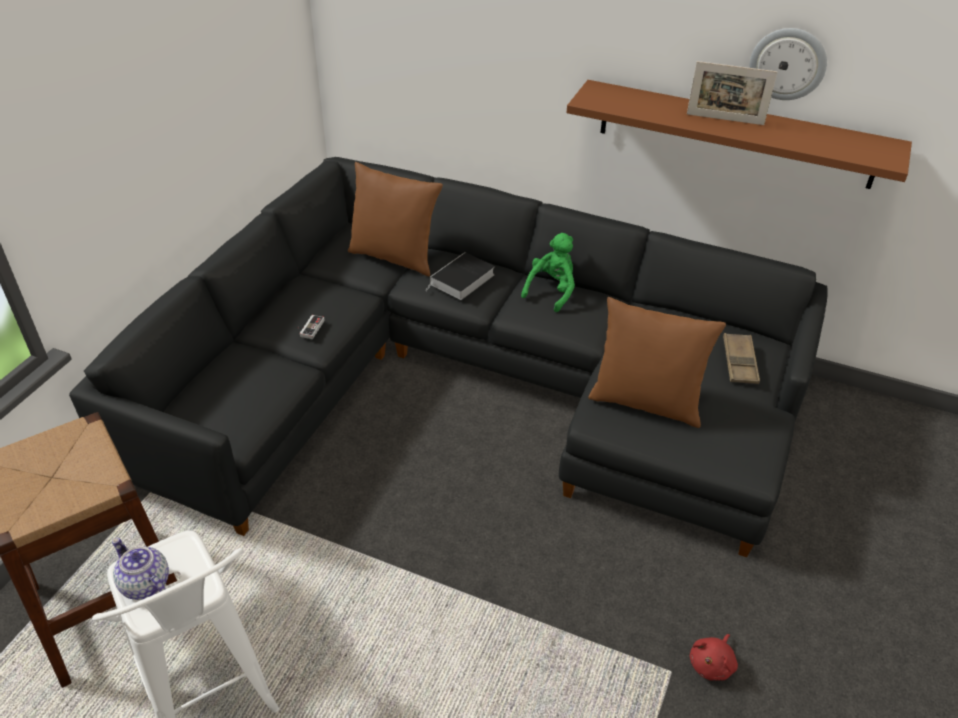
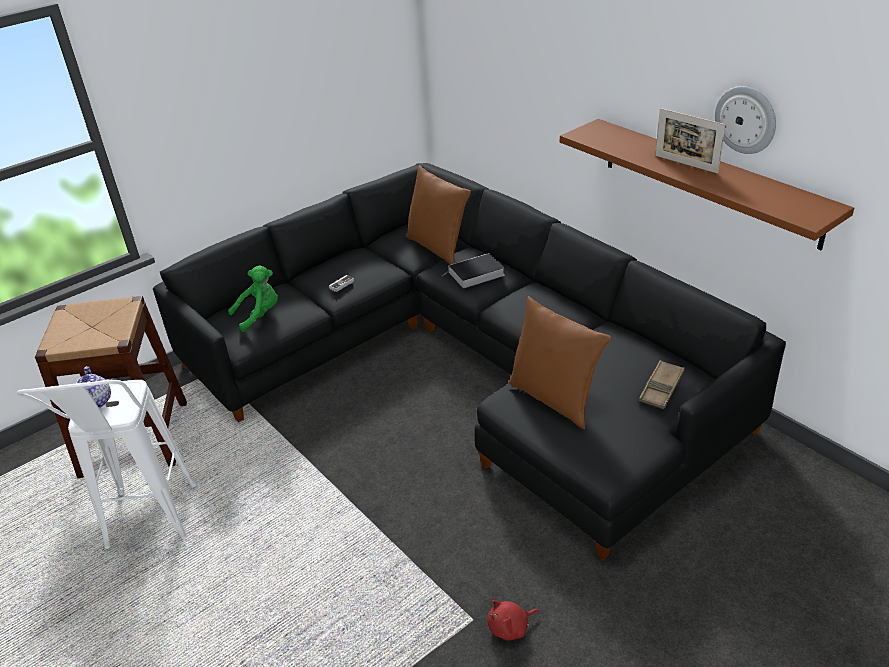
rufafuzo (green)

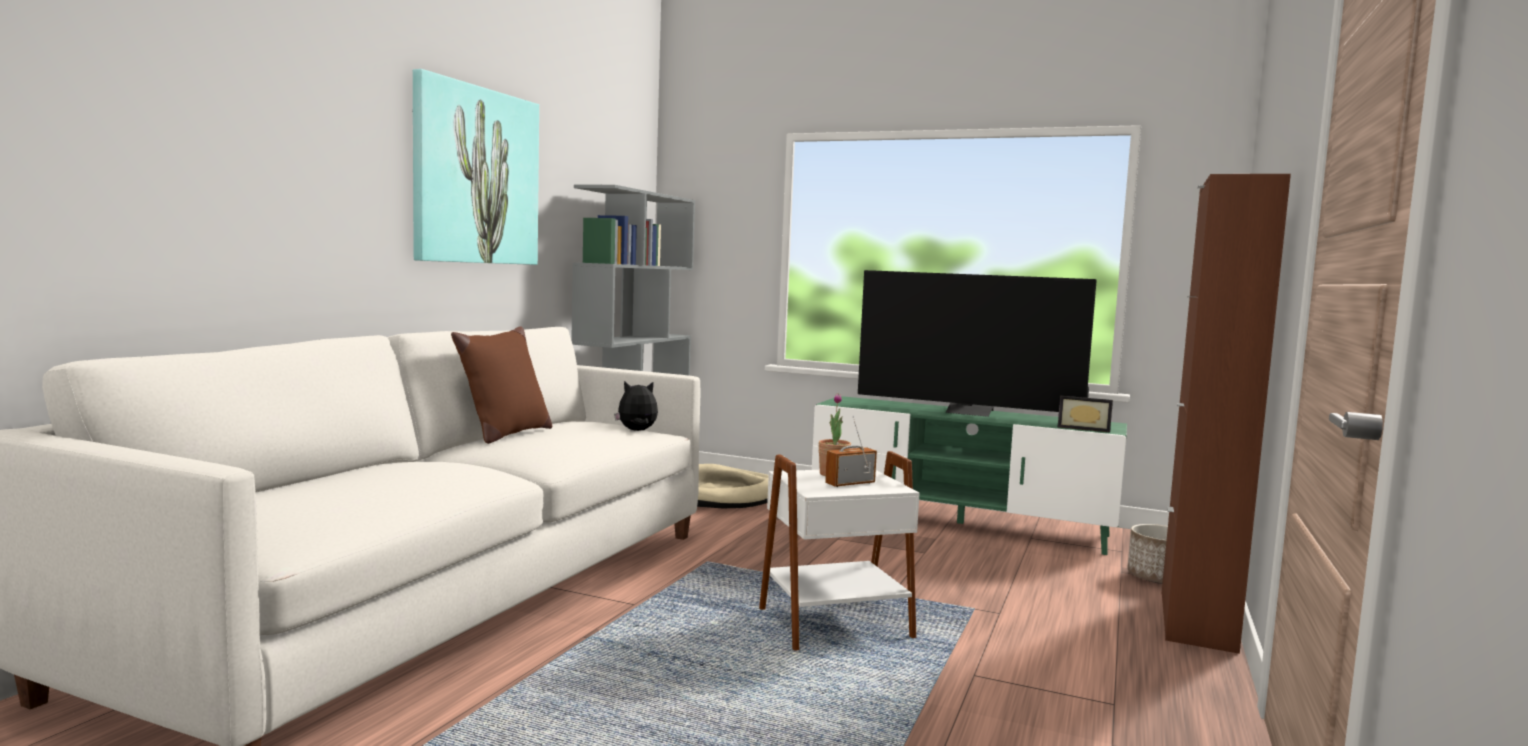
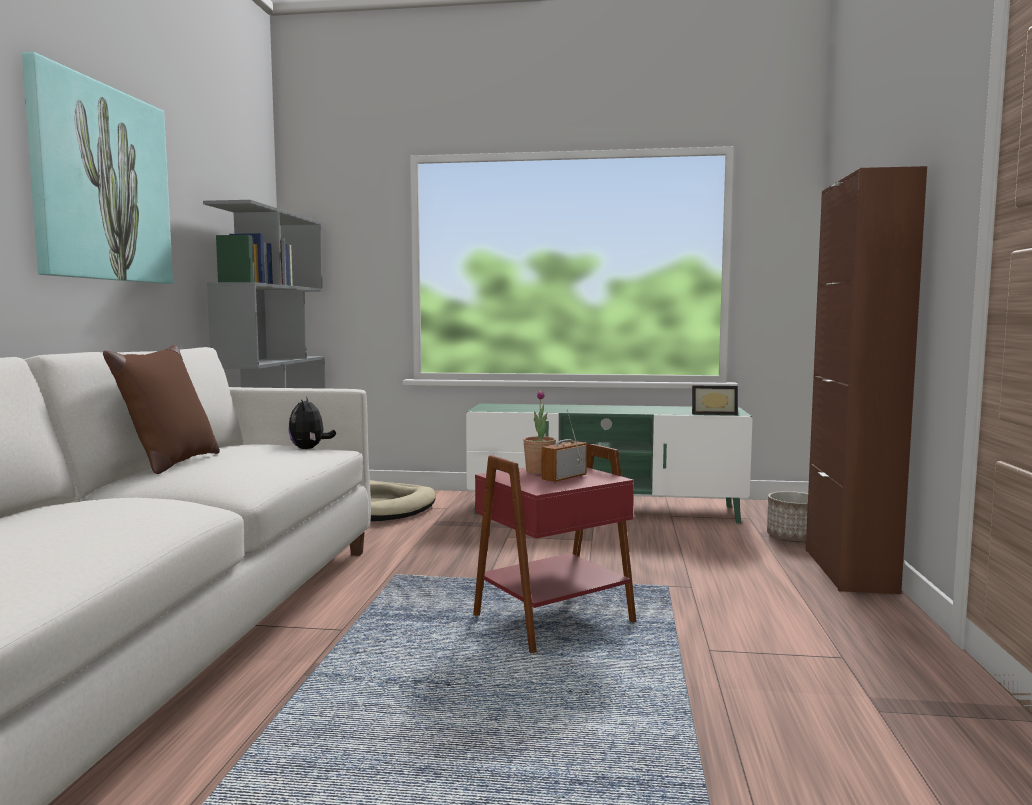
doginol
rufafuzo
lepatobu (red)

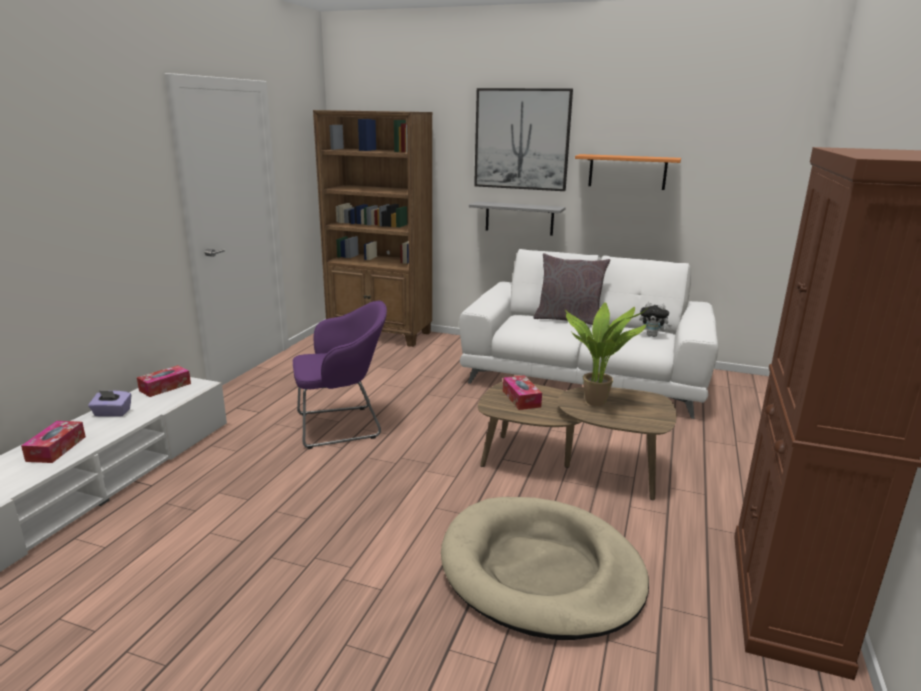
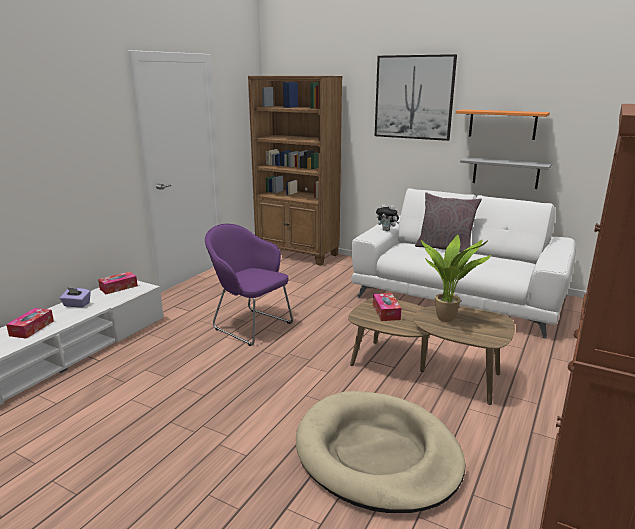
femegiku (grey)
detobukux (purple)
rufafuzo

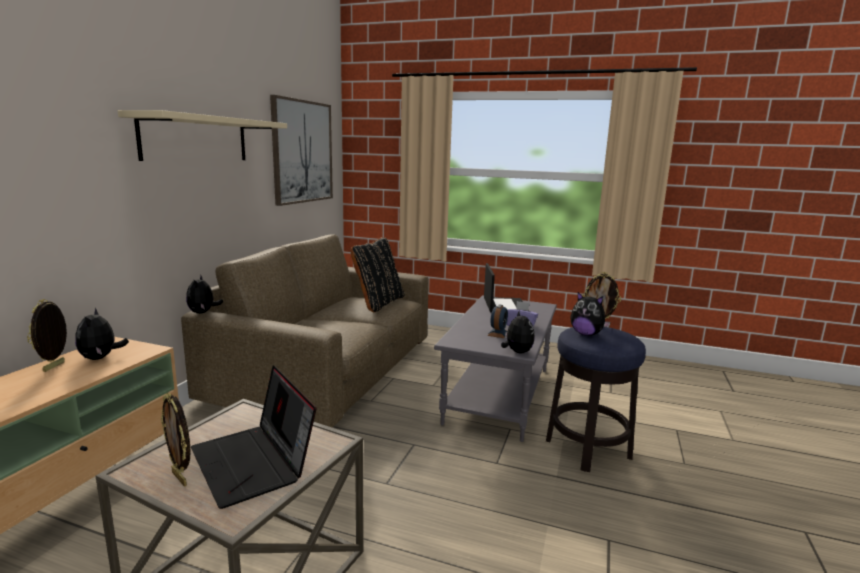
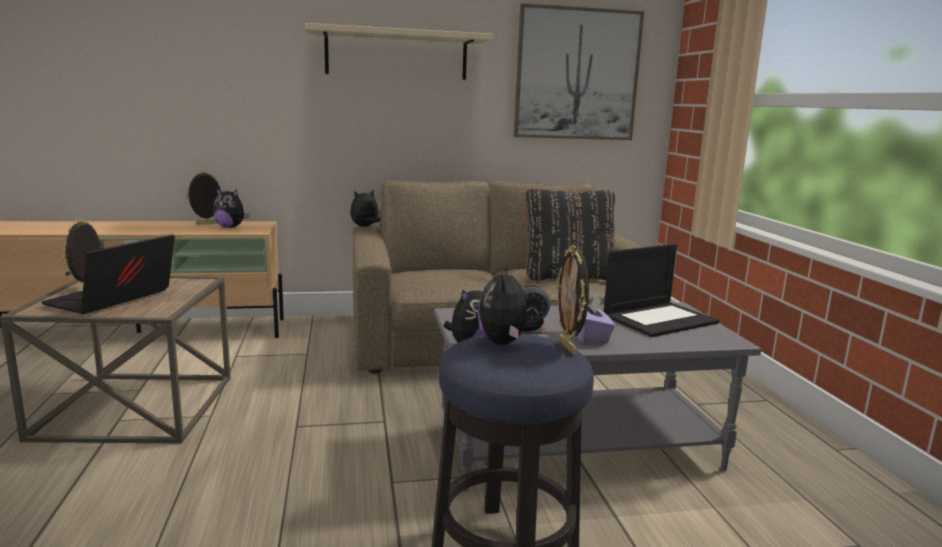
rufafuzo (1st from left)

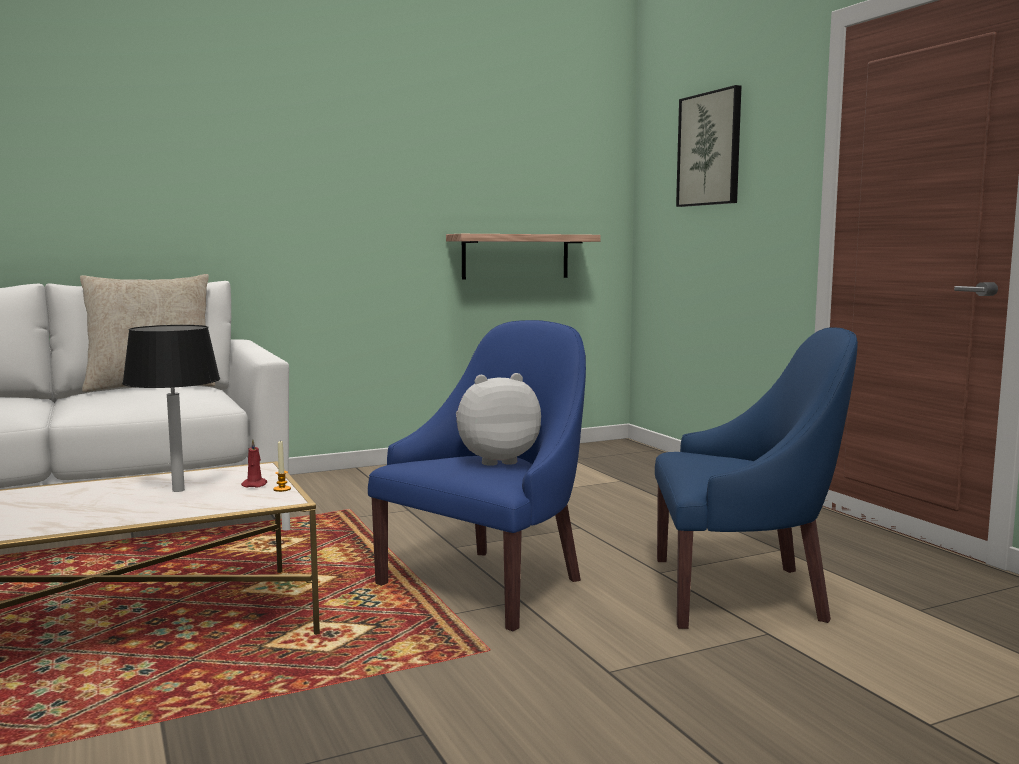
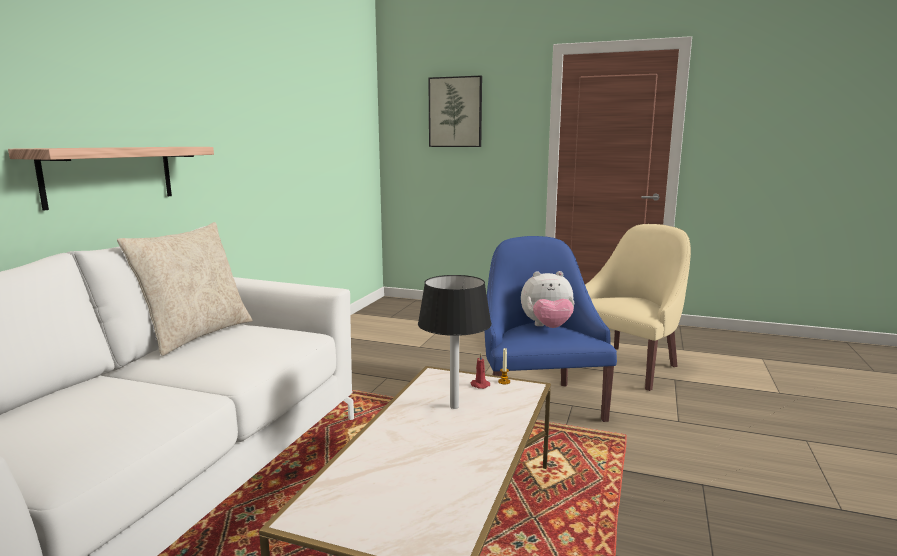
femegiku
detobukux (beige)
rufafuzo

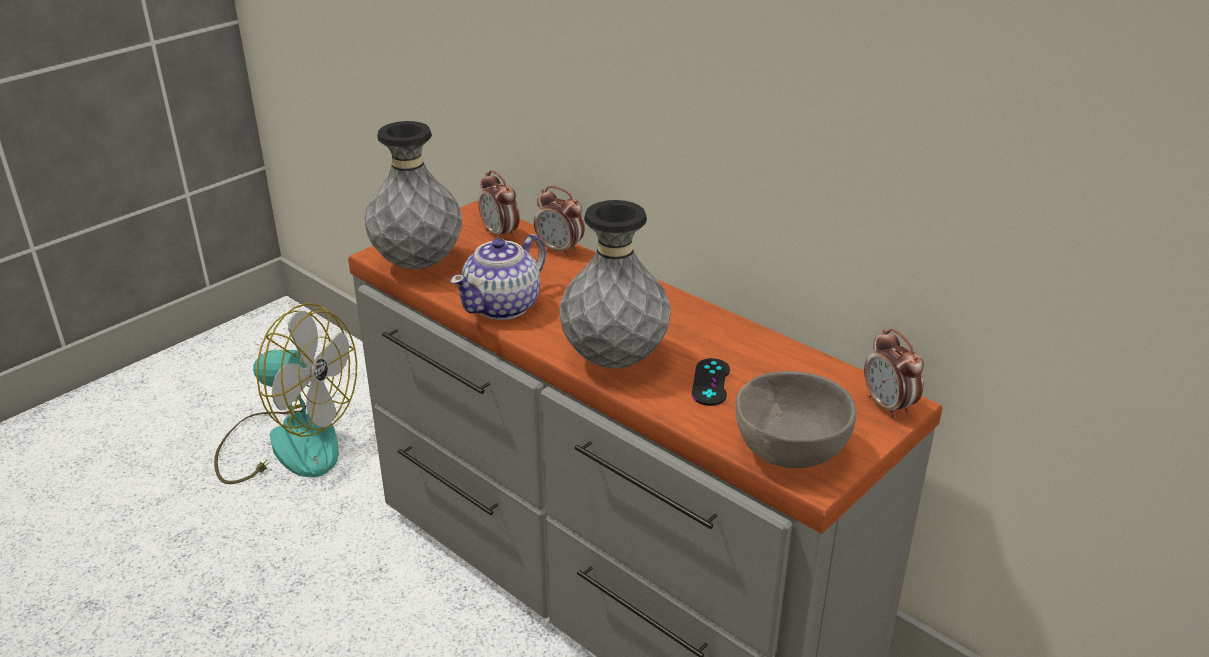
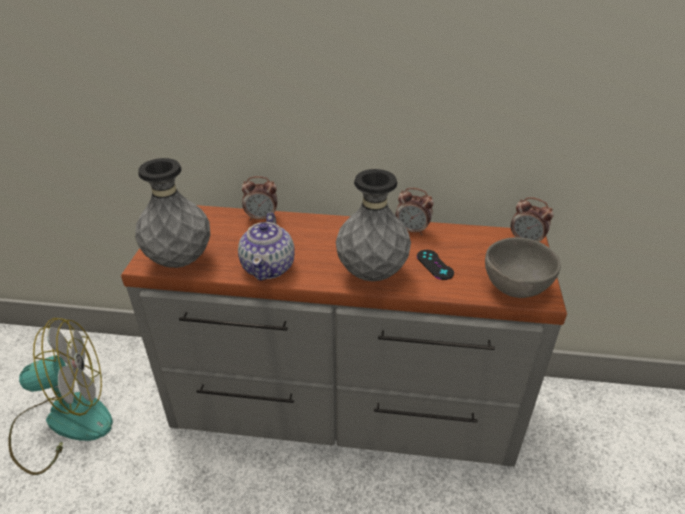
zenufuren (2nd from left)

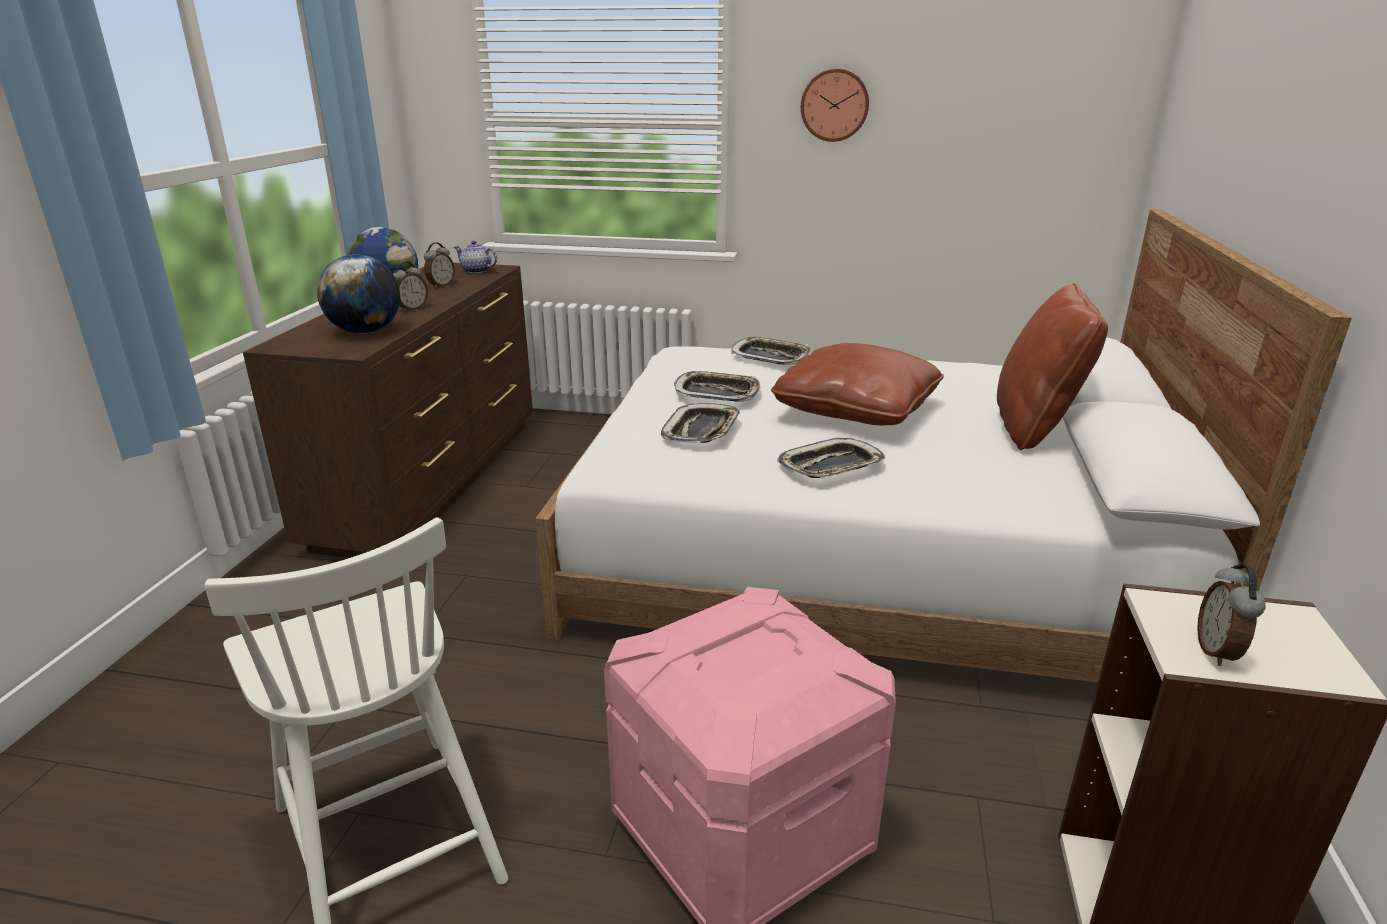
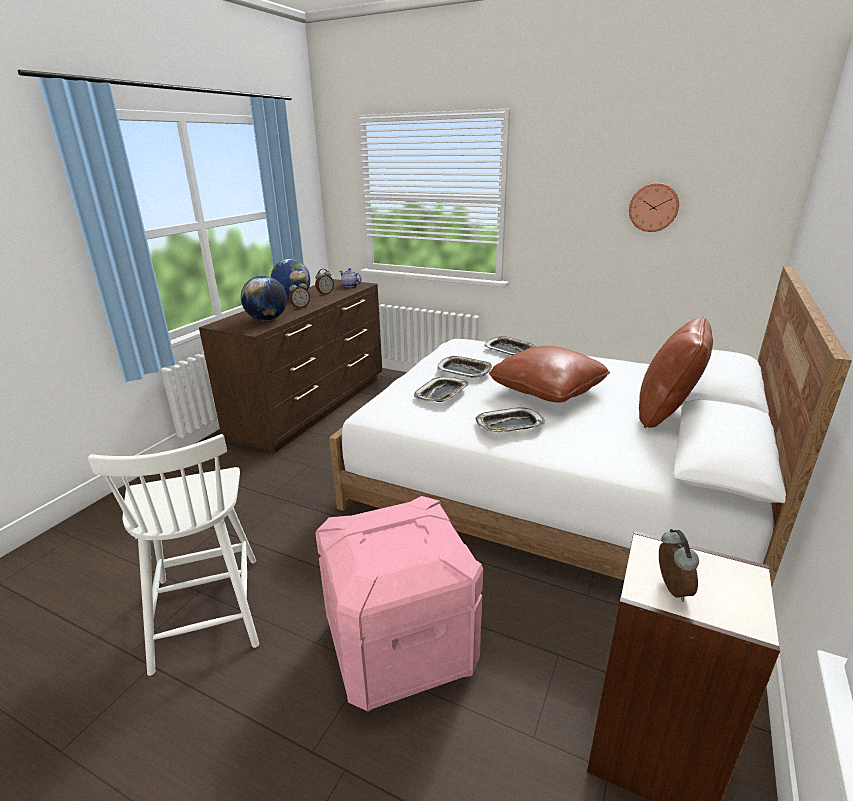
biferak
zenufuren (3rd from left)

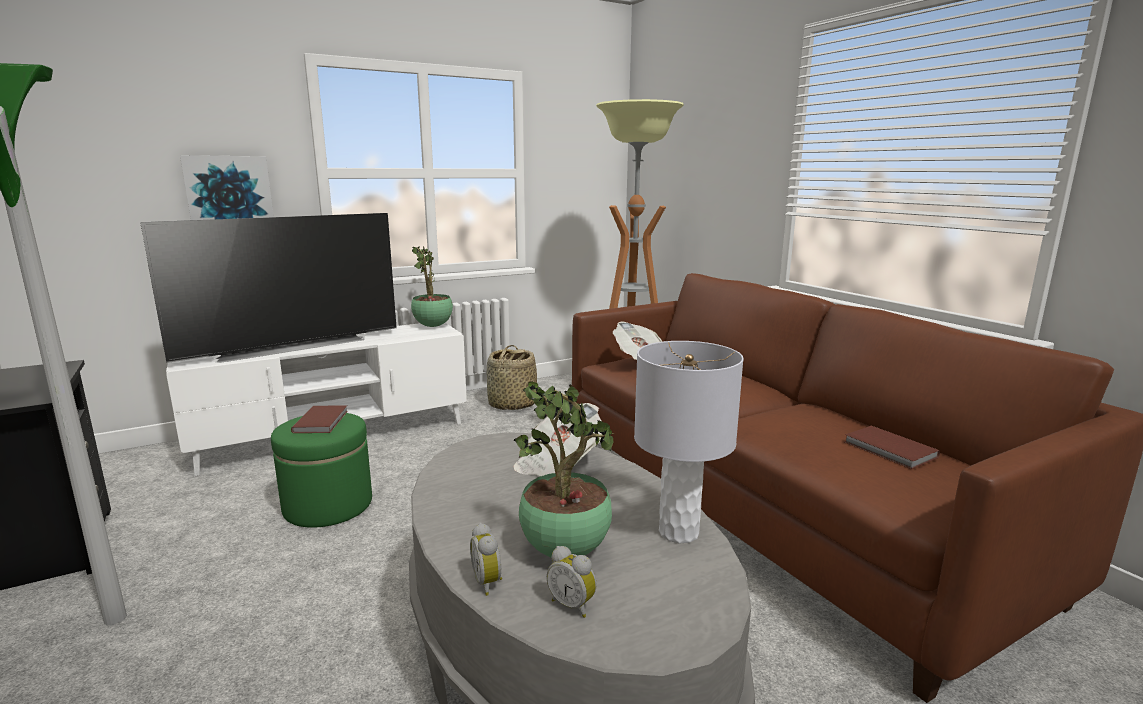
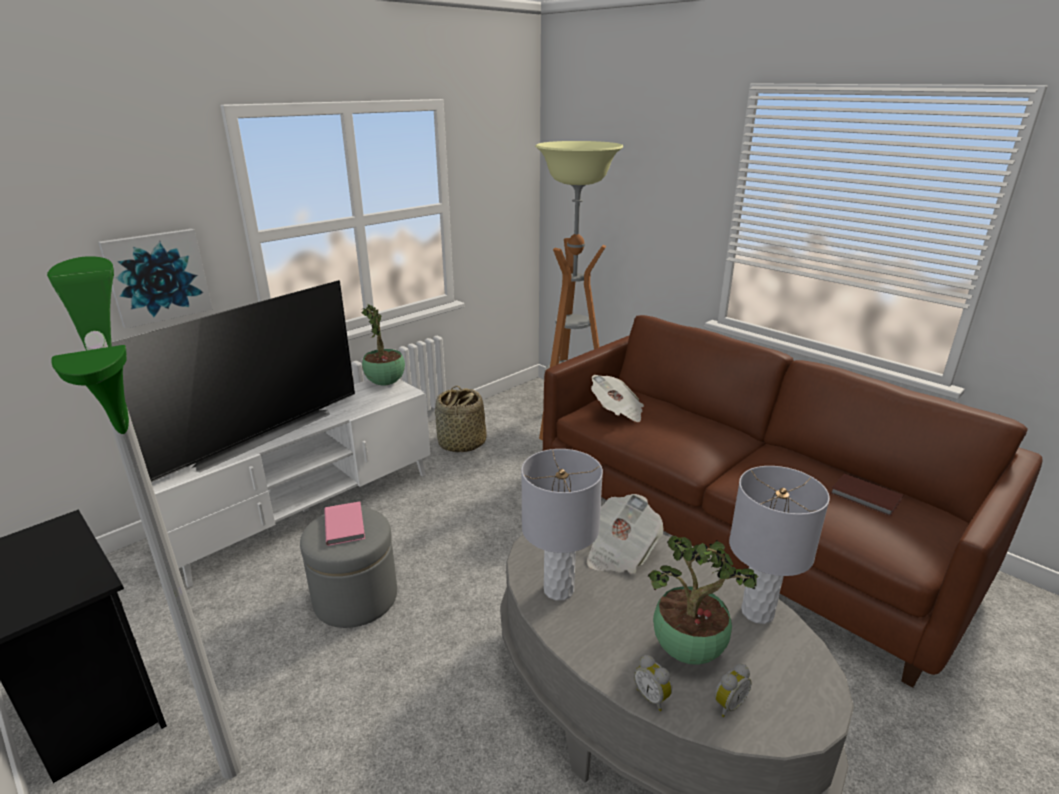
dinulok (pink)
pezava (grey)
zenufuren (2nd from left)
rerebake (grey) (1st from left)

